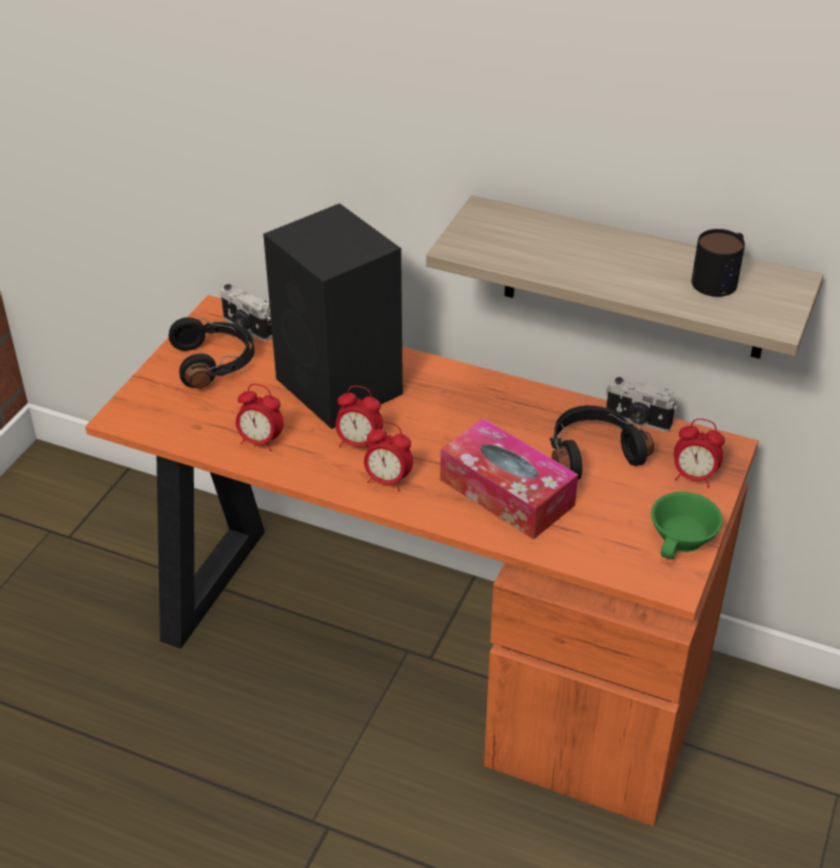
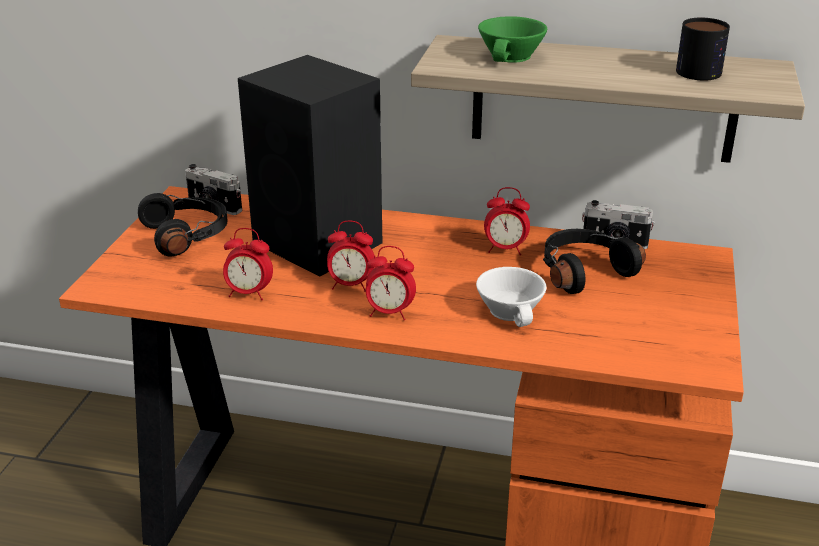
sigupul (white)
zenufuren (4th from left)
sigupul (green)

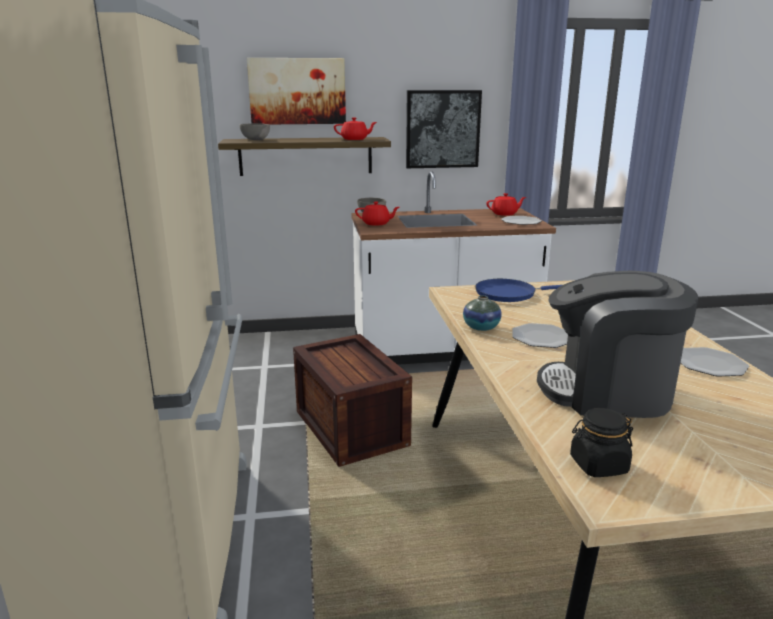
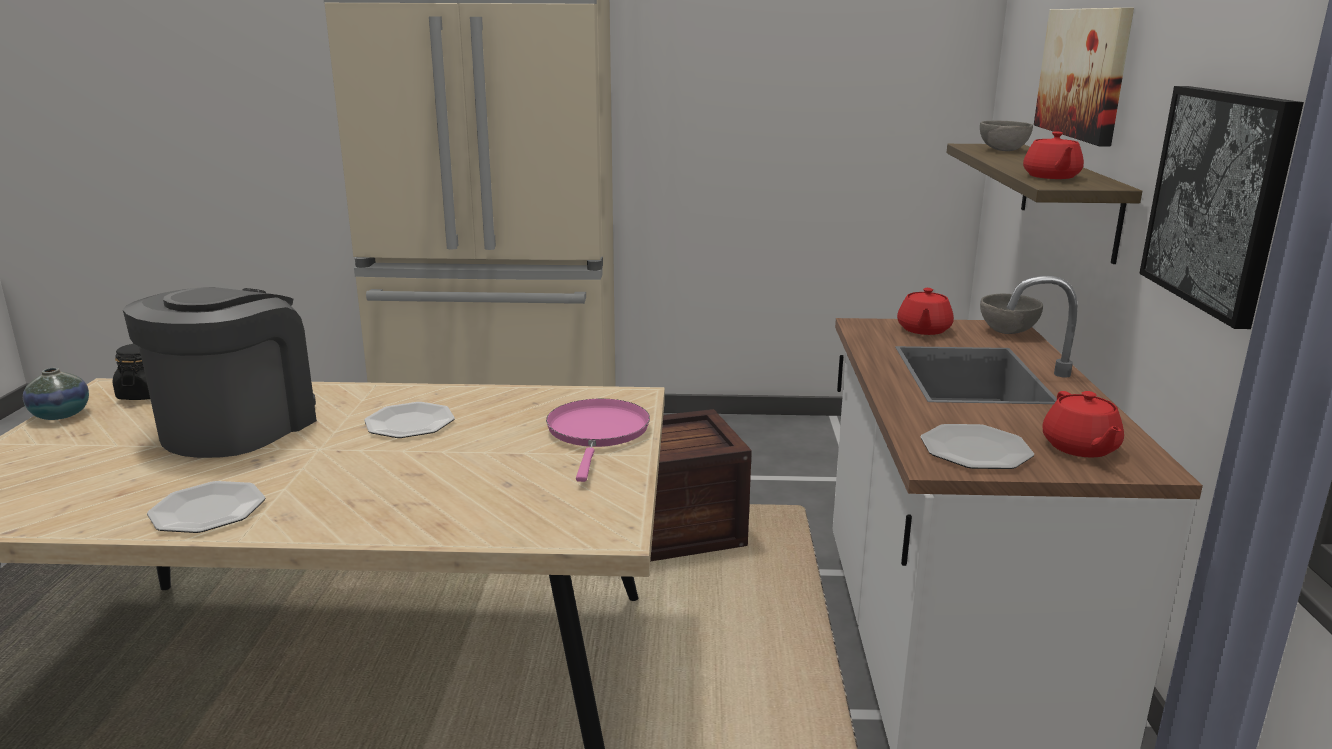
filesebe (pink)
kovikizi

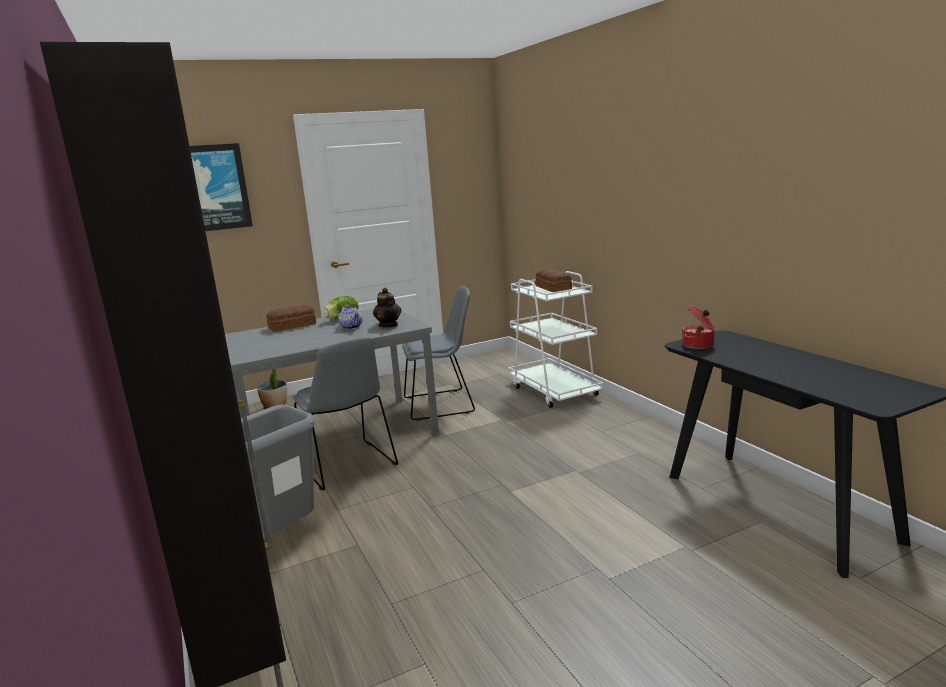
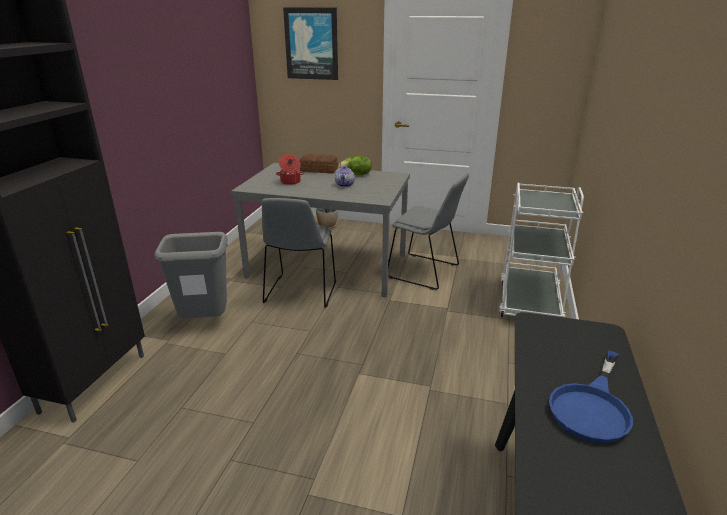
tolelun (2nd from left in the first image)
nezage (2nd from left in the first image)
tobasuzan
filesebe (blue)

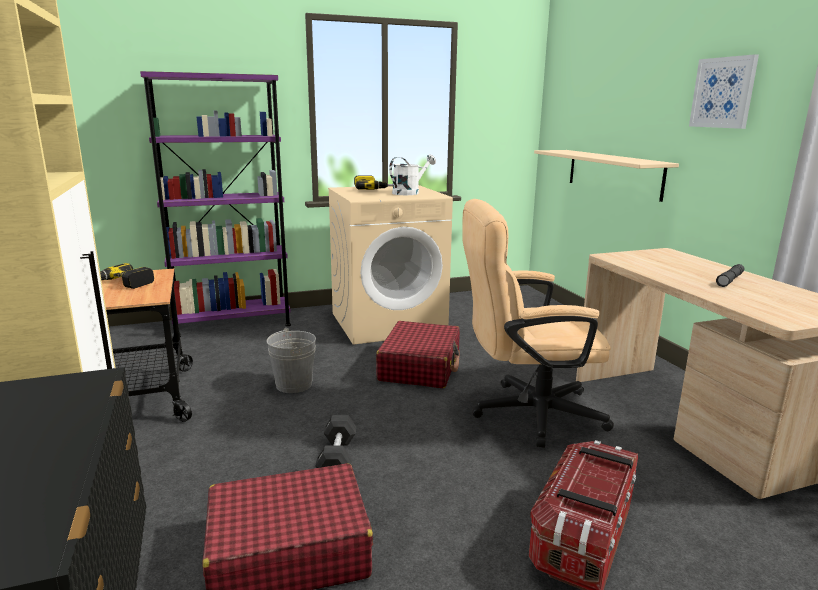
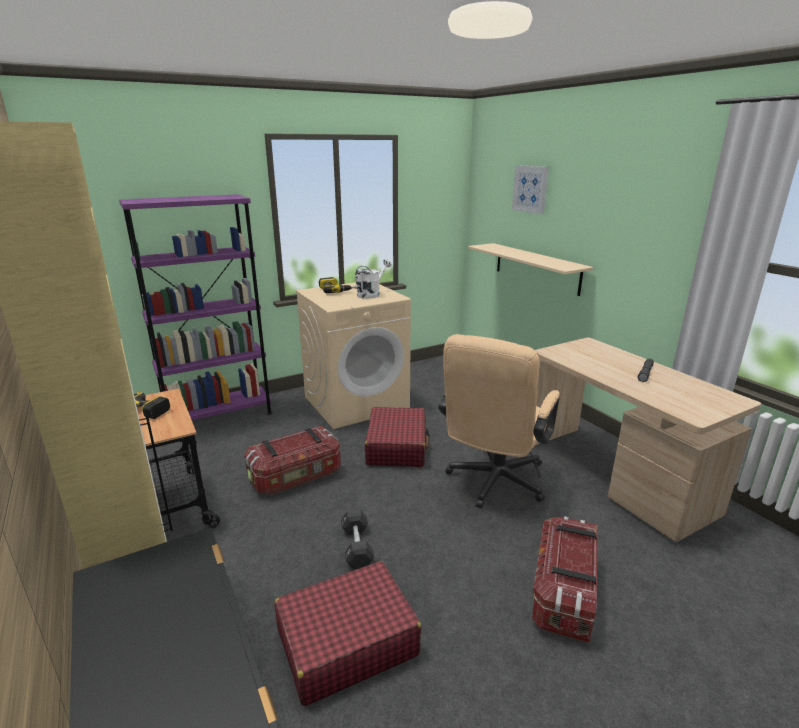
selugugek
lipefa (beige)
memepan (1st from left)

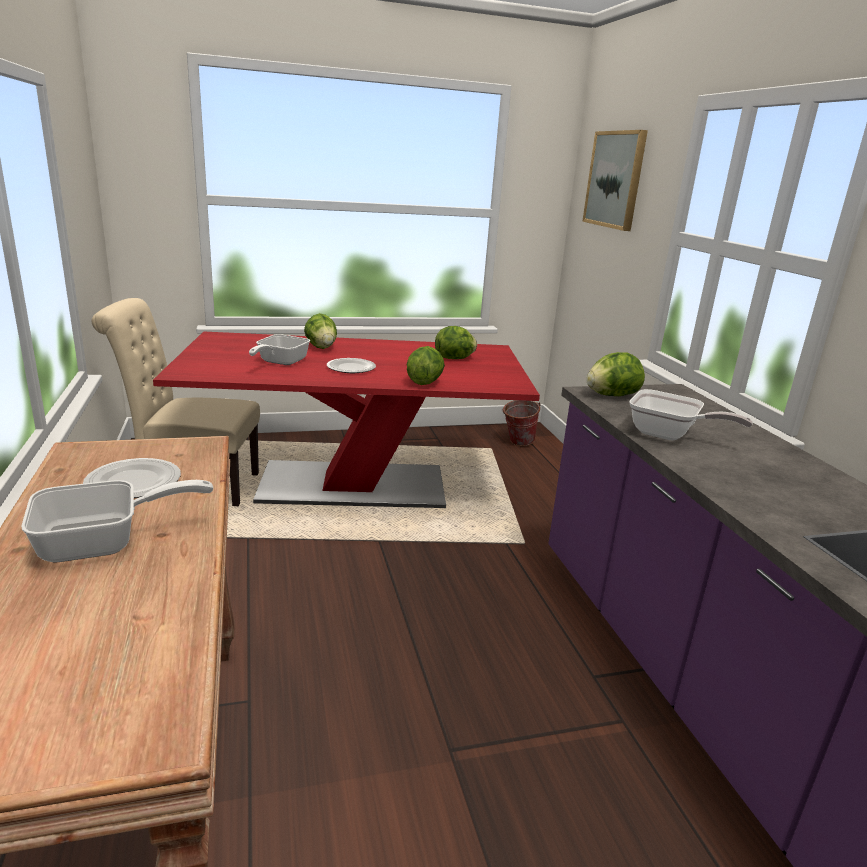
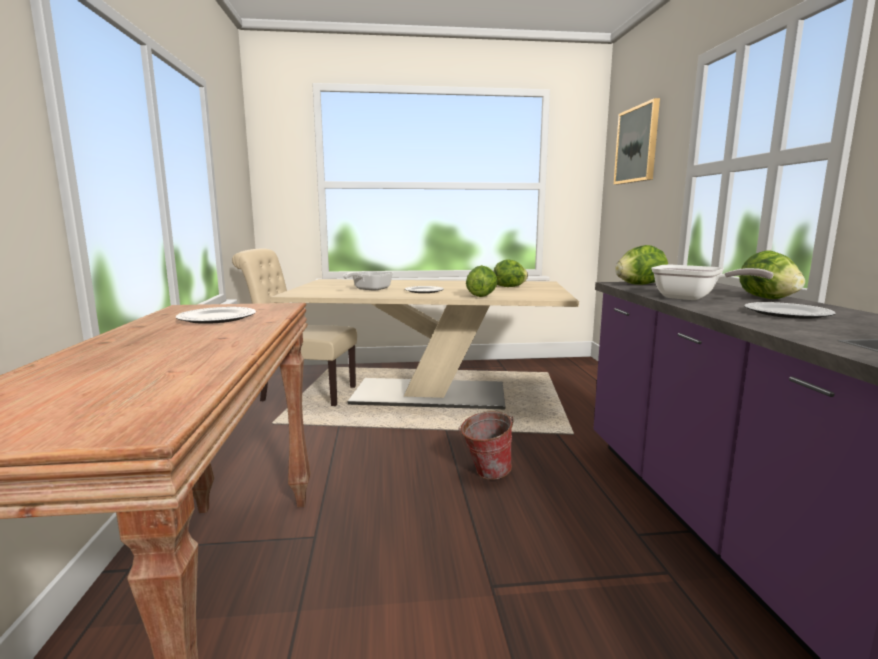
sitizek (4th from left)
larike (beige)
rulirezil
filesebe (1st from left in the first image)
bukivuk (3rd from left)

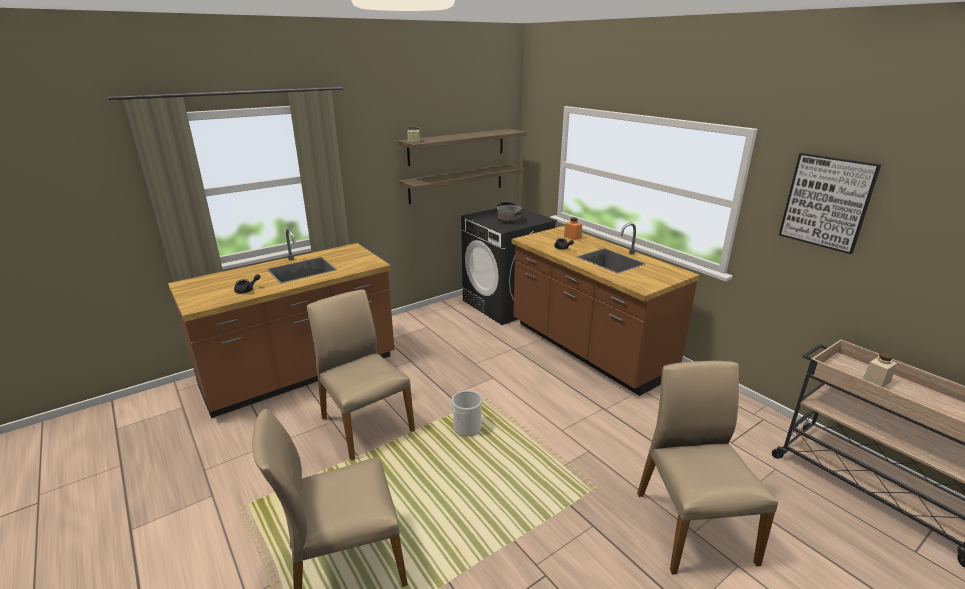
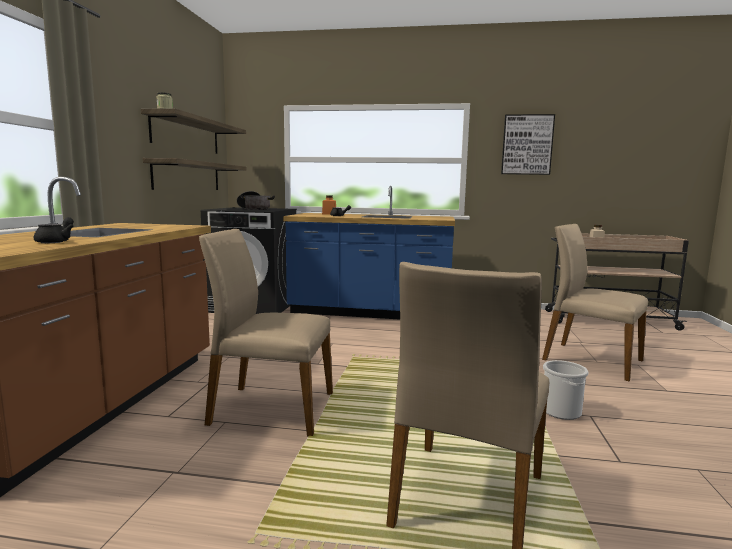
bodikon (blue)
rulirezil

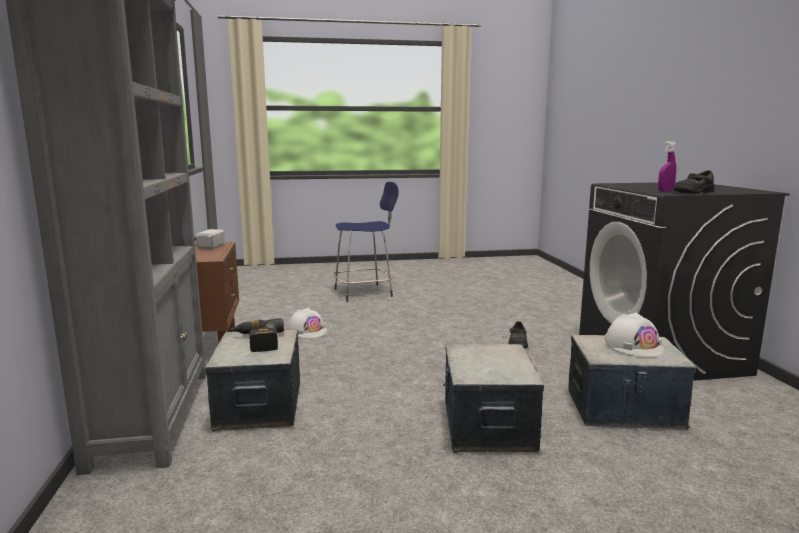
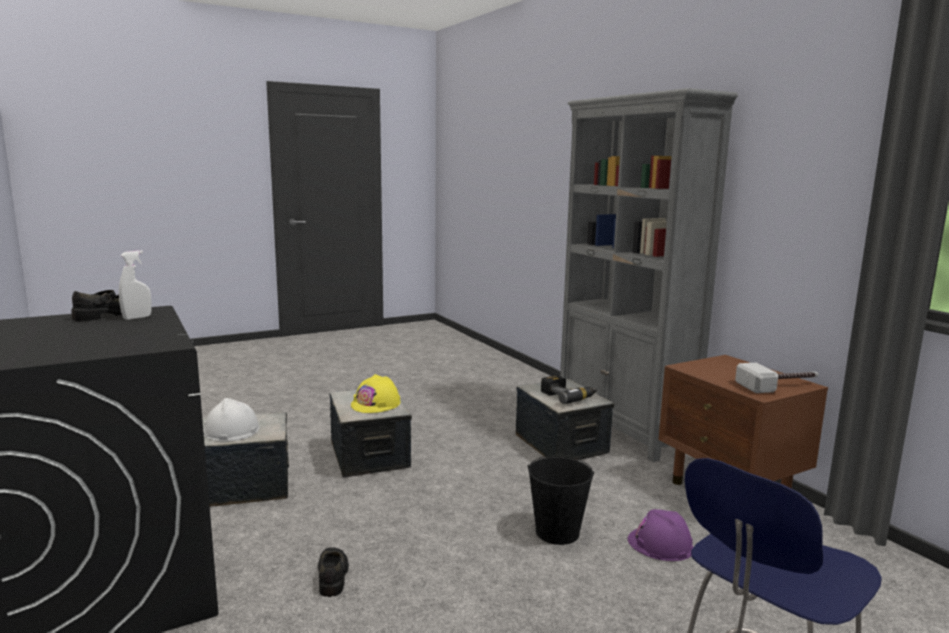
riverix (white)
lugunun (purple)
lugunun (yellow)
rulirezil (black)

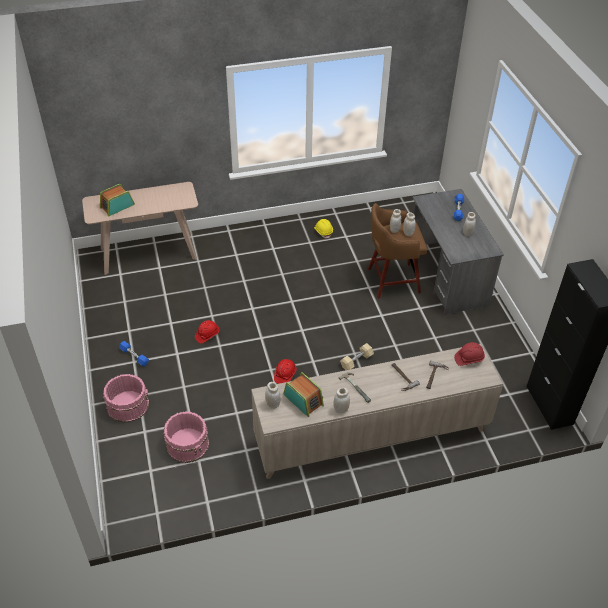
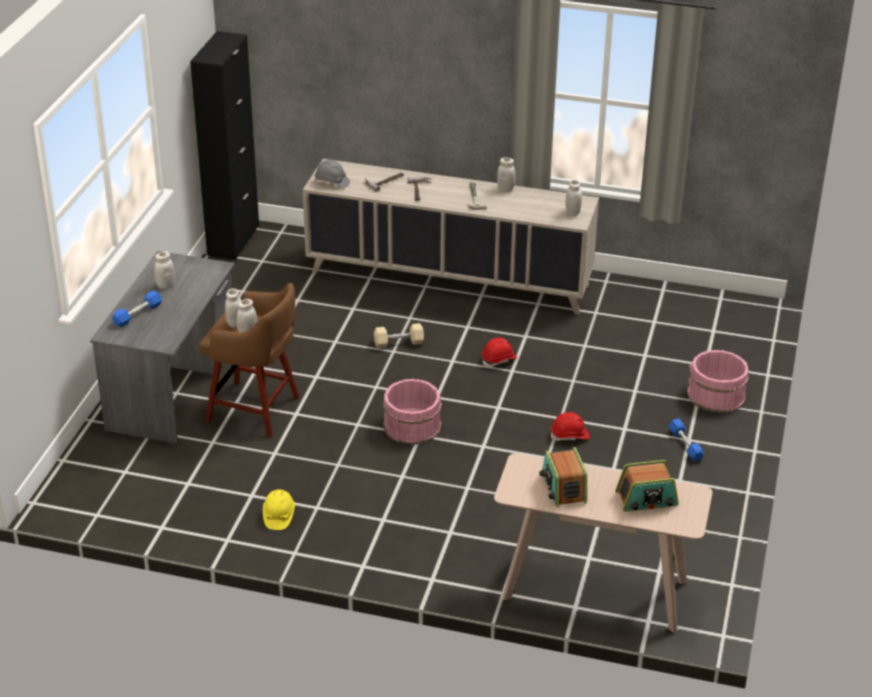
lugunun (grey)
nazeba (1st from left)
rulirezil (pink) (1st from left)

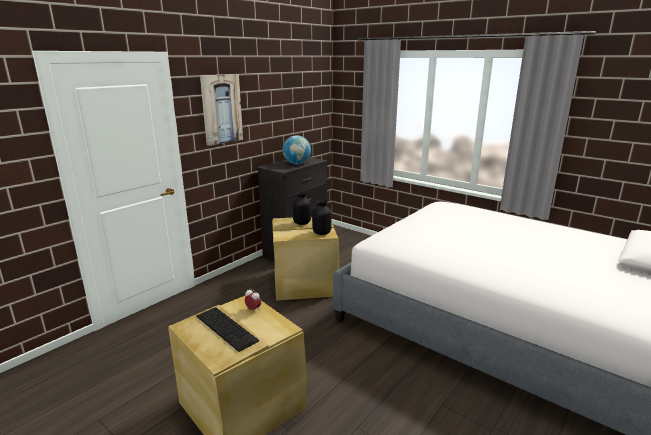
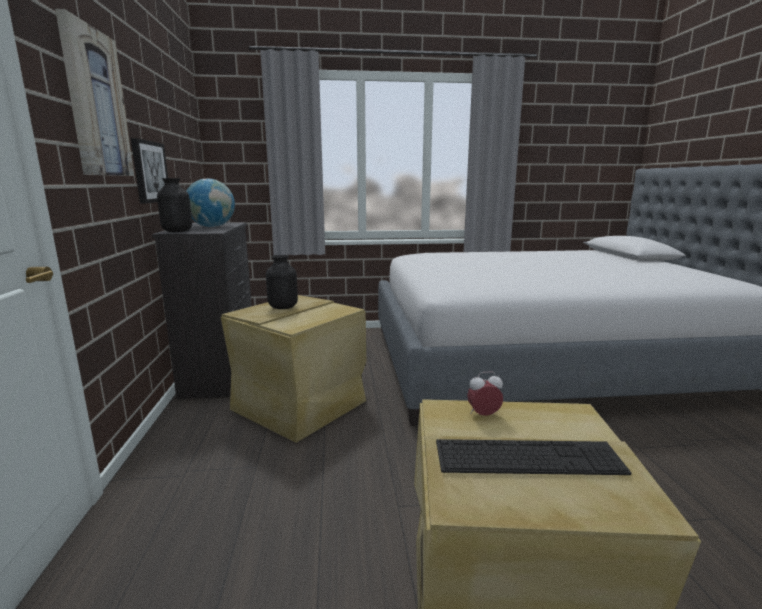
kovikizi (black) (1st from left)
selugugek (2nd from left)

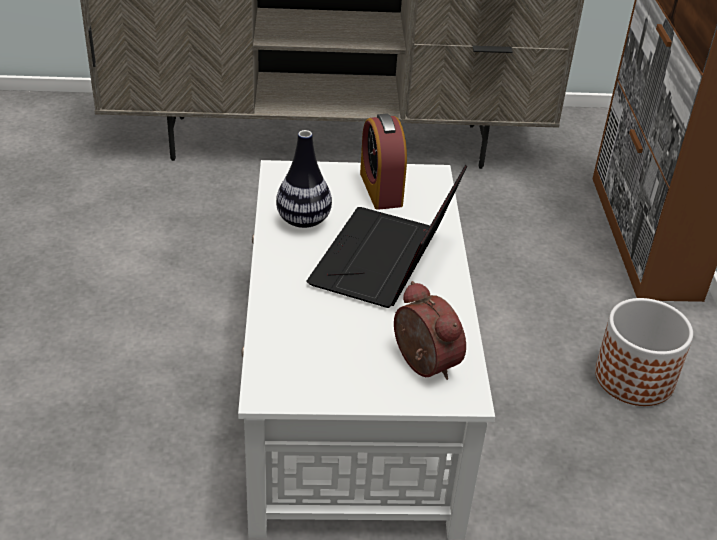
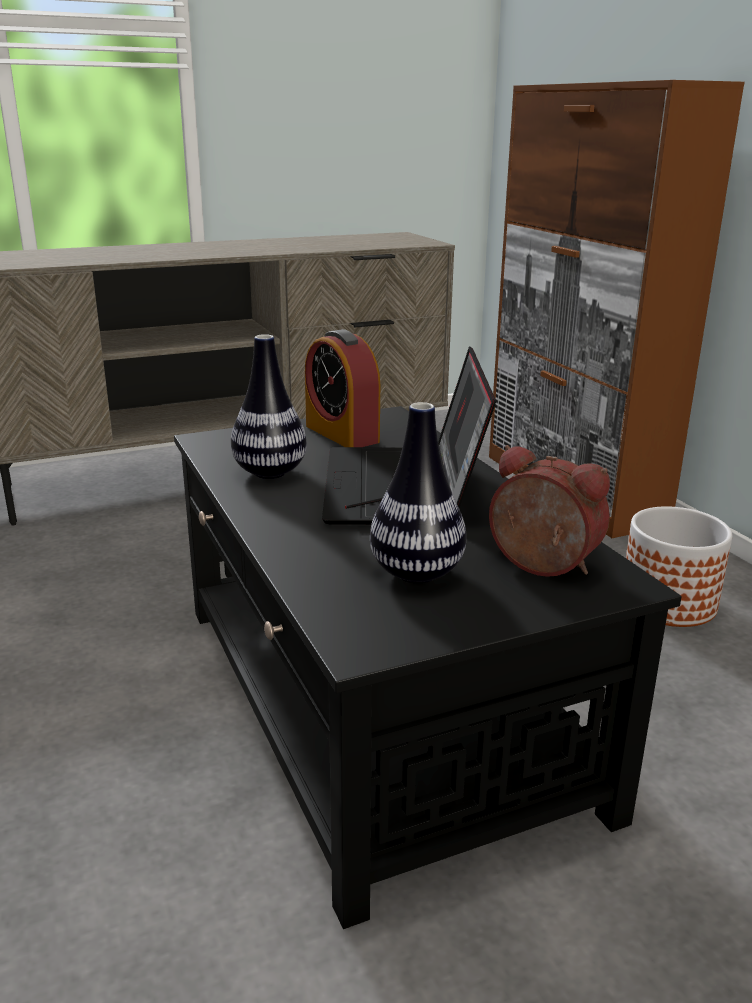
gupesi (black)
kovikizi (2nd from left)

